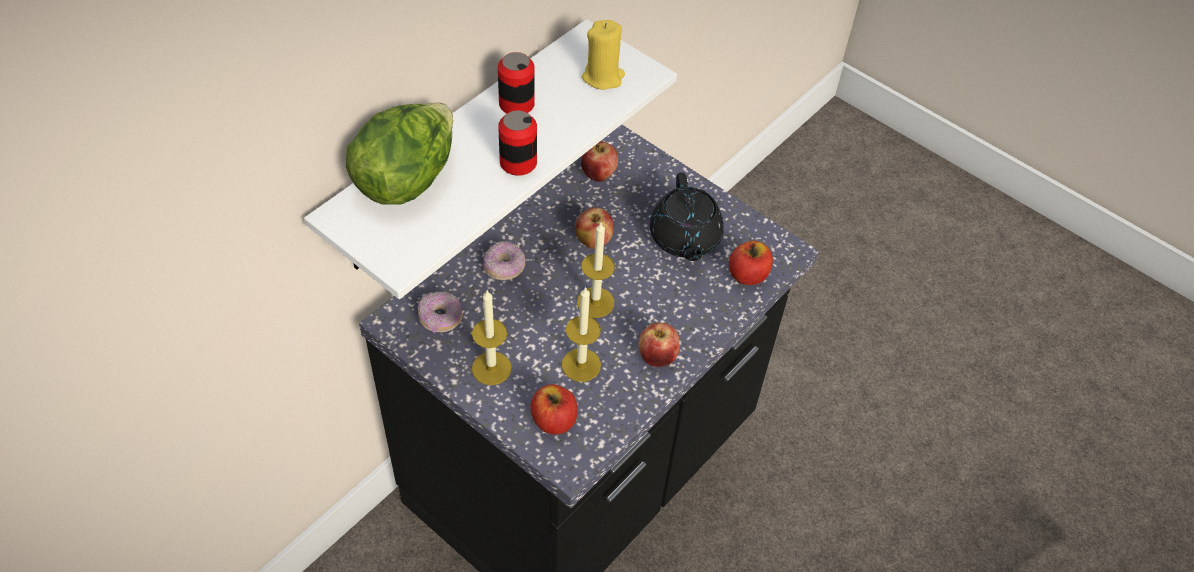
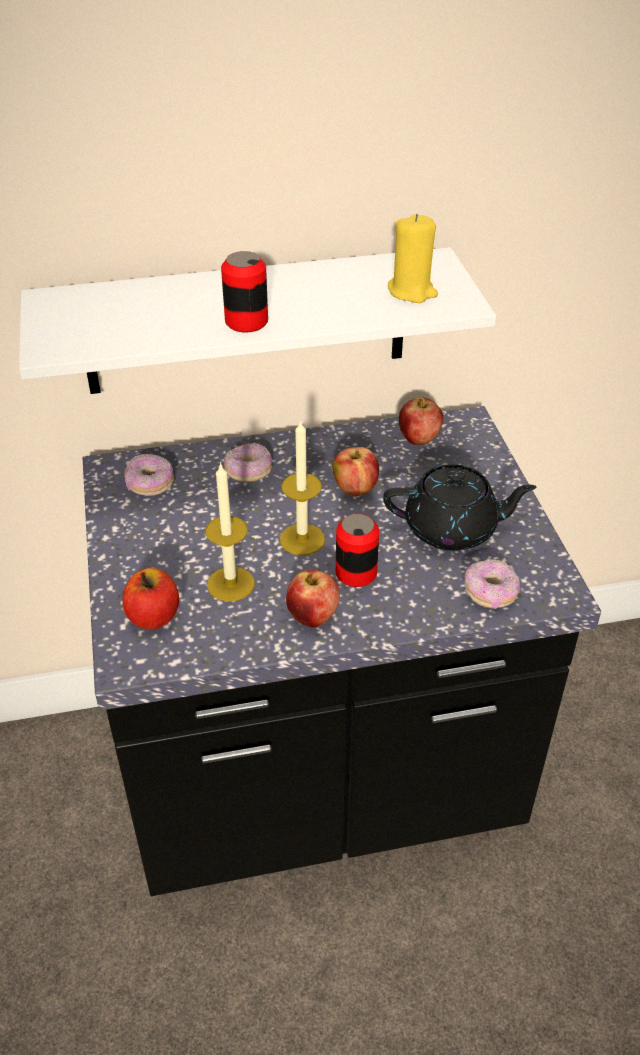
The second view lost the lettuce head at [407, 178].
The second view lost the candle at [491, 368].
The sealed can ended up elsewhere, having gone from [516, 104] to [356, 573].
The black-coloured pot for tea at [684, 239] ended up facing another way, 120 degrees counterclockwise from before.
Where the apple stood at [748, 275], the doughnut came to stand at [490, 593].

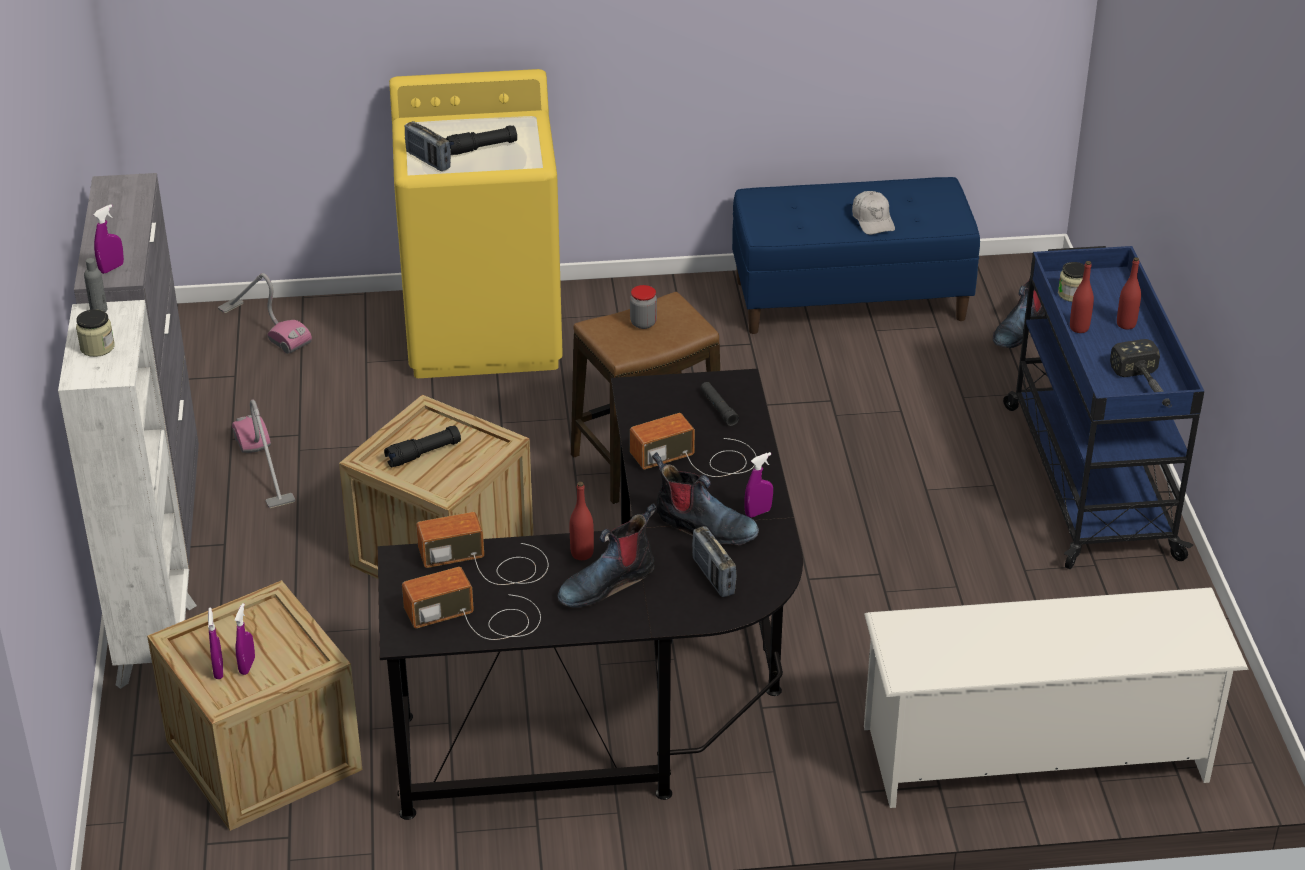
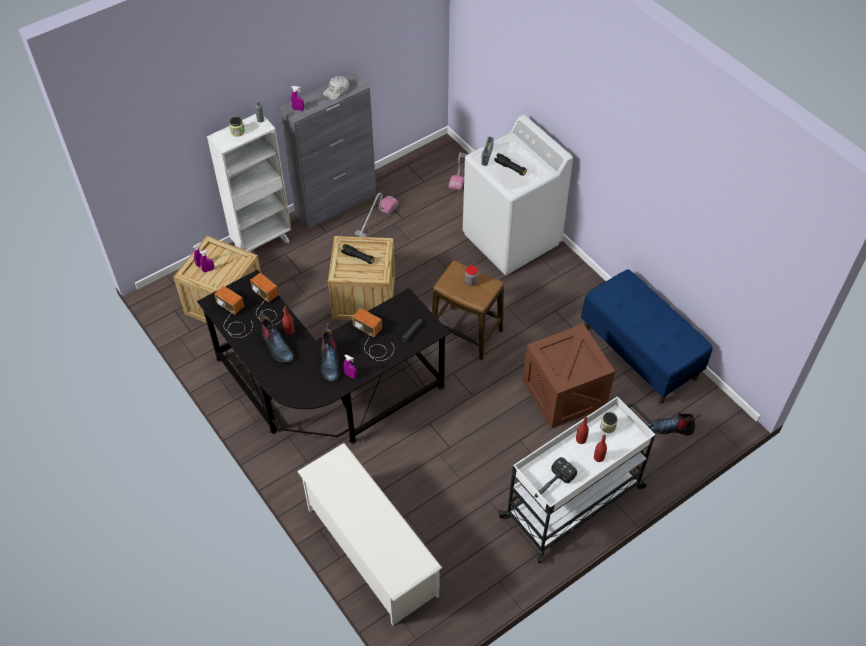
What was the yellow laundry machine at [484, 331] turned into the white-coloured laundry machine at [511, 239].
The boot at [606, 583] ended up facing another way, 150 degrees counterclockwise from before.
The second view lost the radio set at [713, 577].
The white-coloured baseball cap ended up elsewhere, having gone from [873, 220] to [336, 91].
What was the blue-coloured wheeled cart at [1089, 478] turned into the white-coloured wheeled cart at [574, 501].
The second view gained the shipping crate at [564, 393].

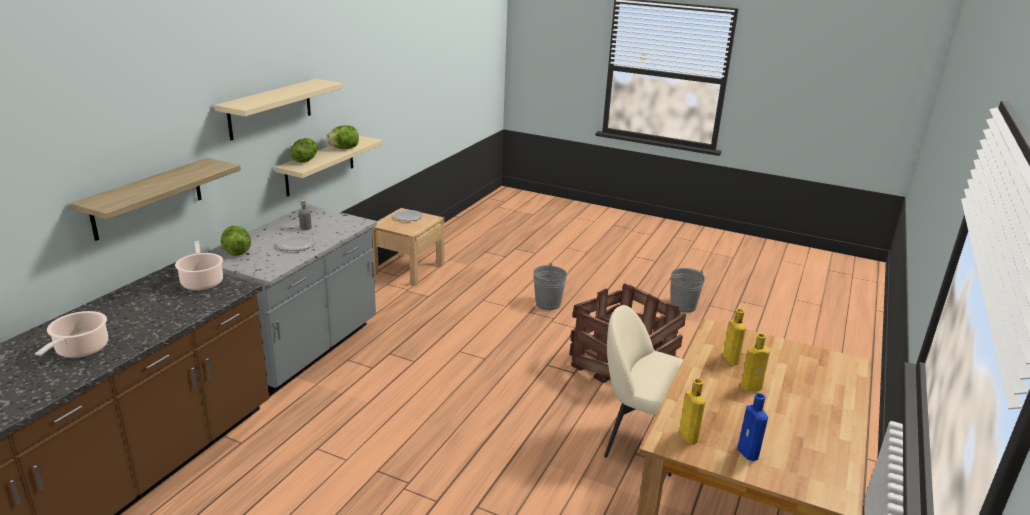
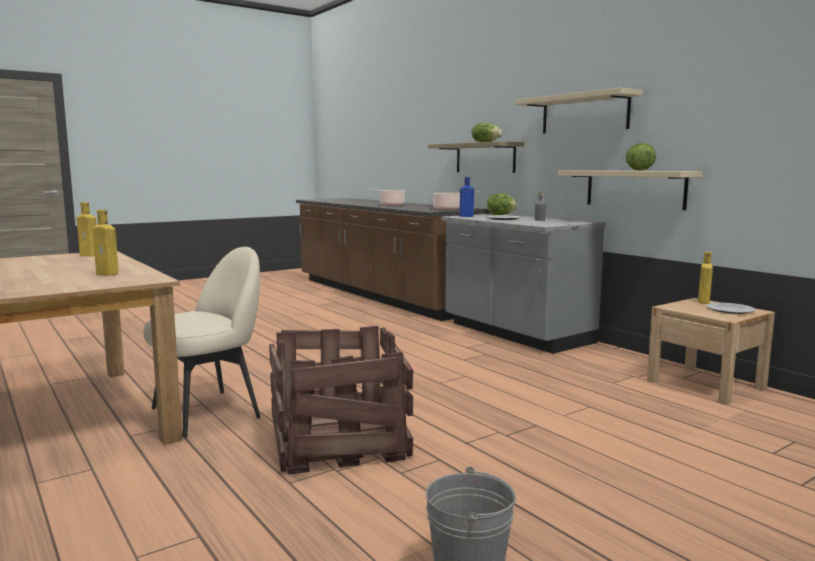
The lettuce head ended up elsewhere, having gone from [305, 160] to [486, 142].
The second view lost the grey bucket at [548, 304].
The blue-coloured beverage bottle ended up elsewhere, having gone from [749, 454] to [465, 216].
The yellow beverage bottle ended up elsewhere, having gone from [752, 387] to [703, 302].

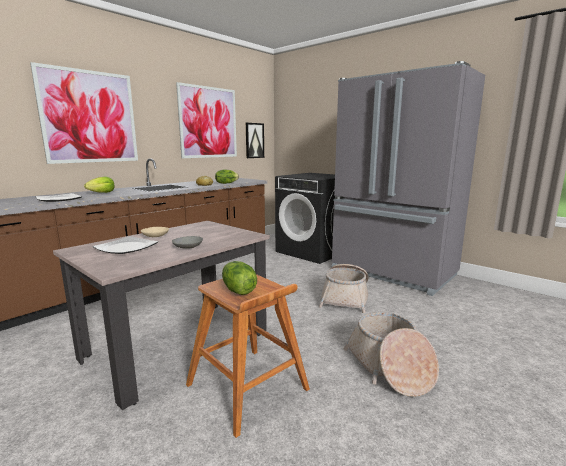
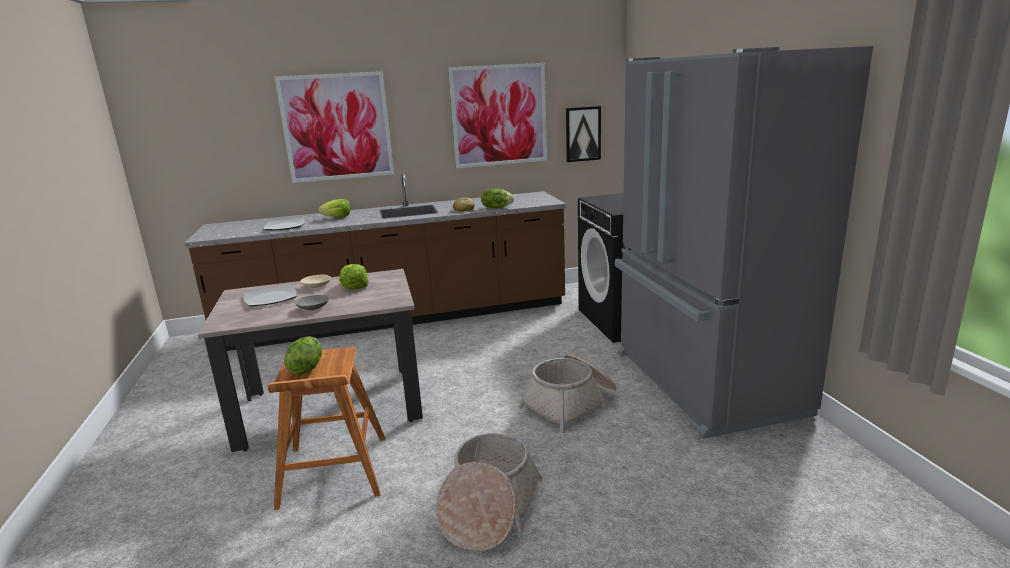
The second view gained the lettuce head at [354, 286].

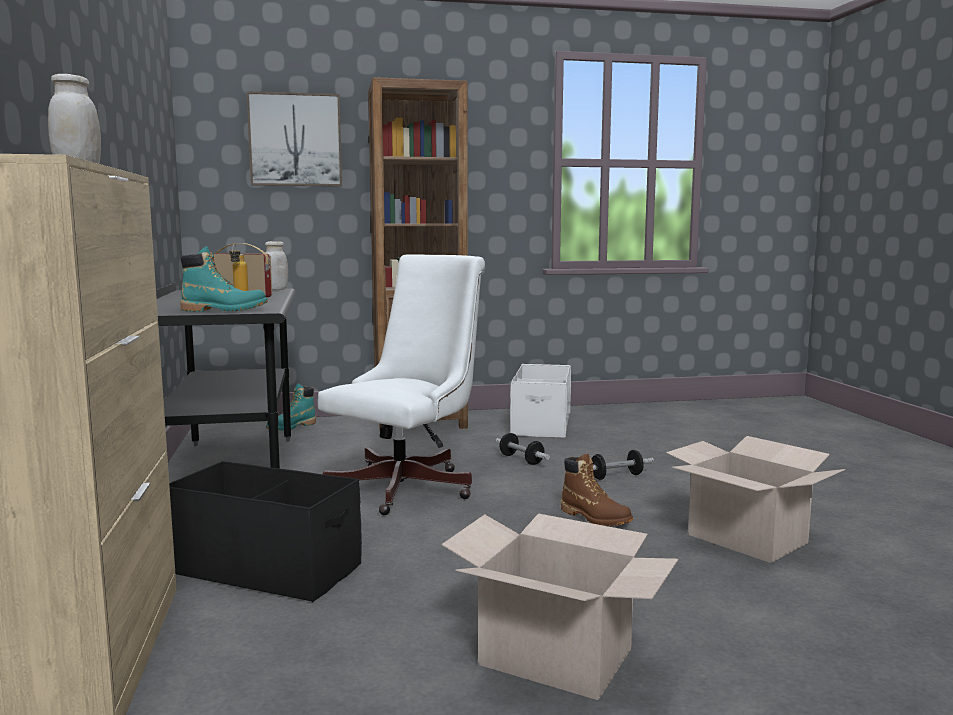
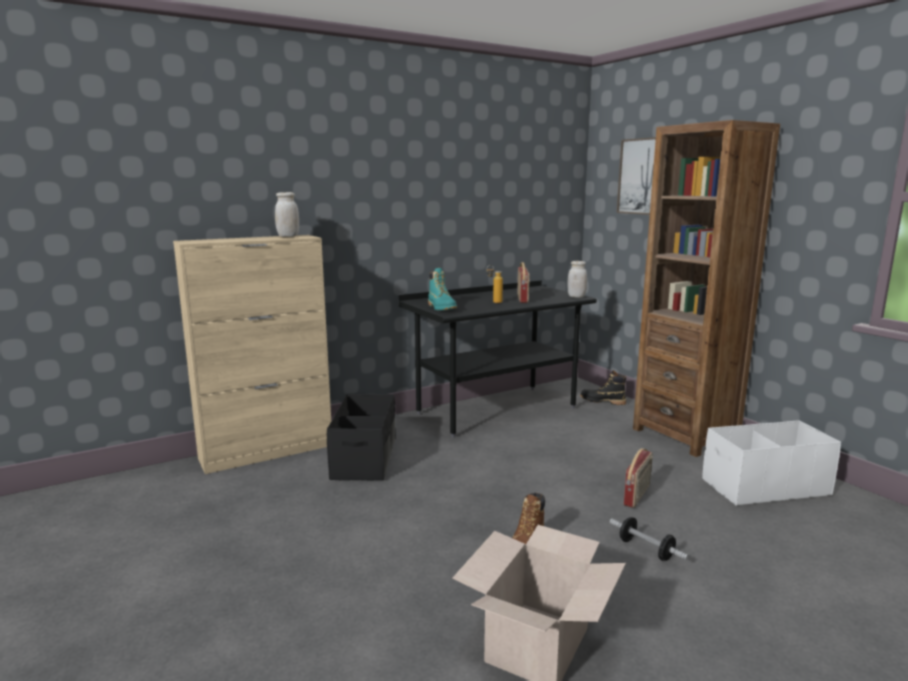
What was the turquoise boot at [291, 427] turned into the black-coloured boot at [602, 401].
The second view lost the white-coloured desk chair at [409, 486].
The second view lost the cardboard box at [554, 658].
Where the hand weight stood at [521, 460], the radio set came to stand at [637, 495].

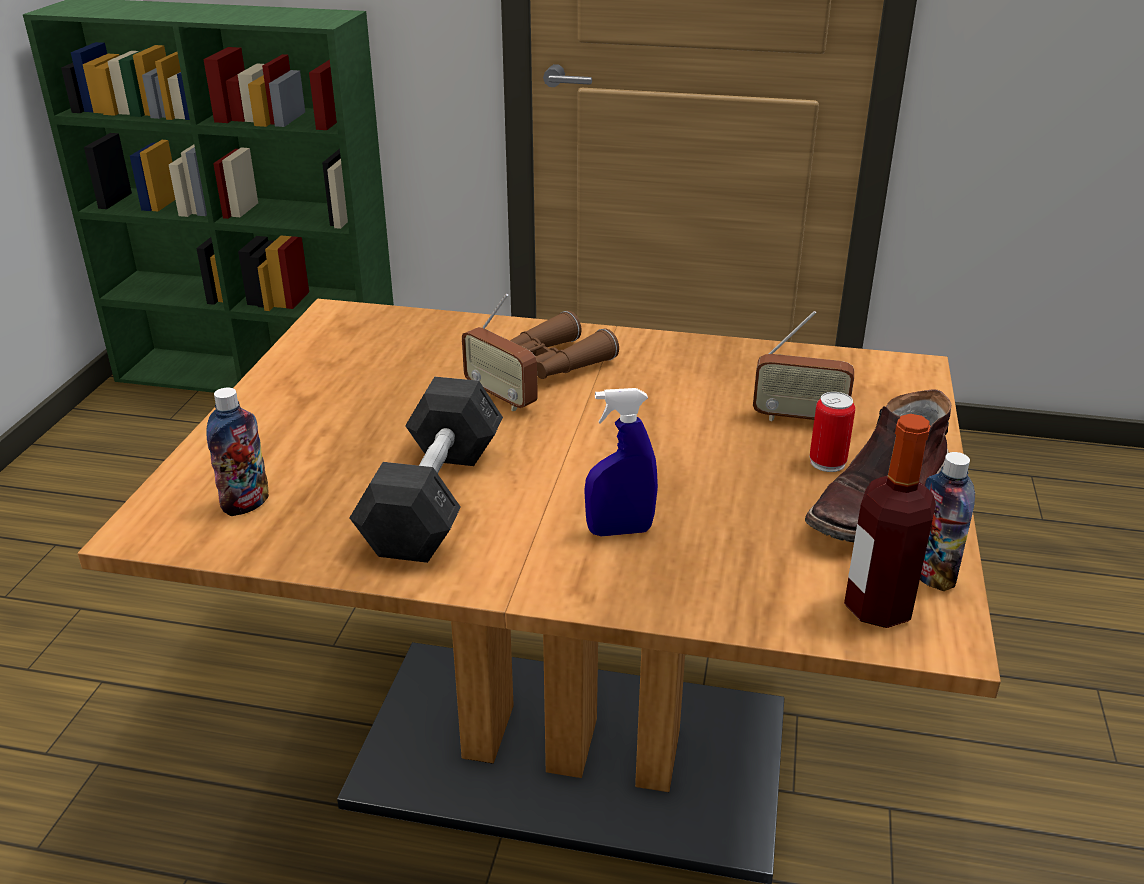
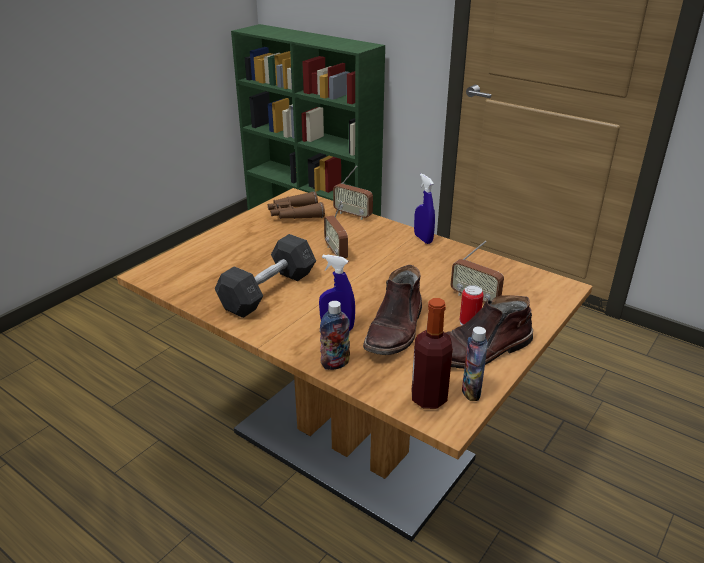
The beverage bottle ended up elsewhere, having gone from [246, 504] to [335, 364].
The brown binoculars ended up elsewhere, having gone from [551, 364] to [295, 214].
The second view gained the radio set at [353, 214].
The second view gained the brown boot at [395, 329].
The second view gained the blue-coloured spray bottle at [423, 239].

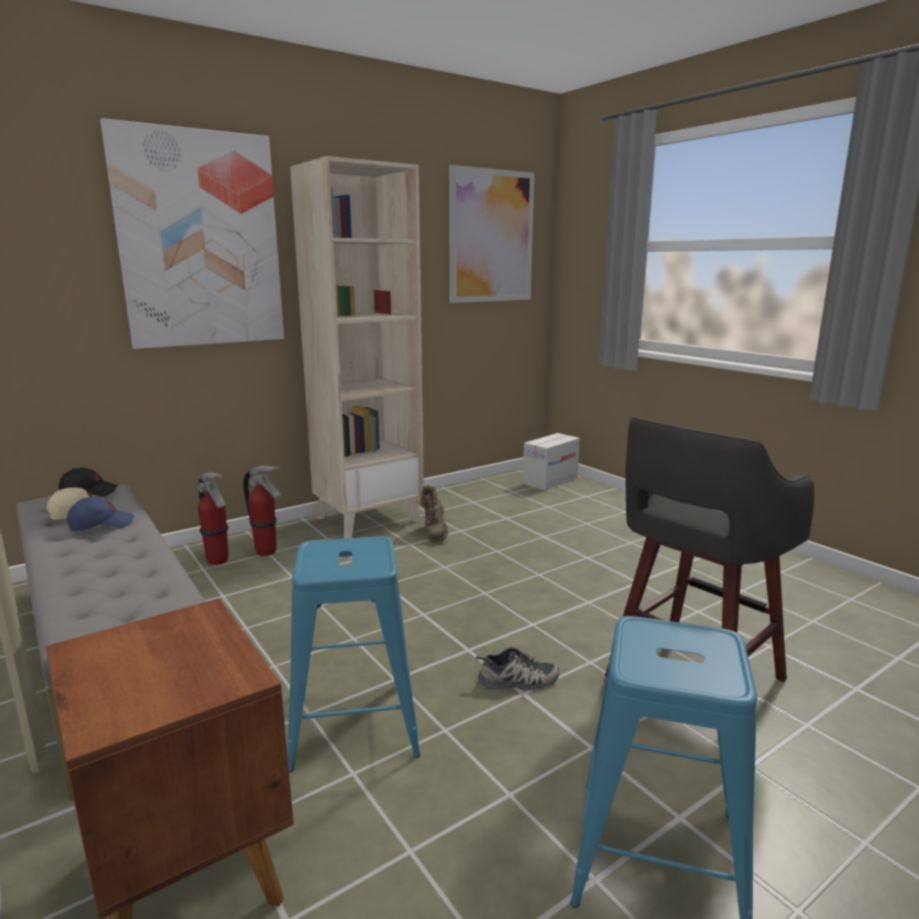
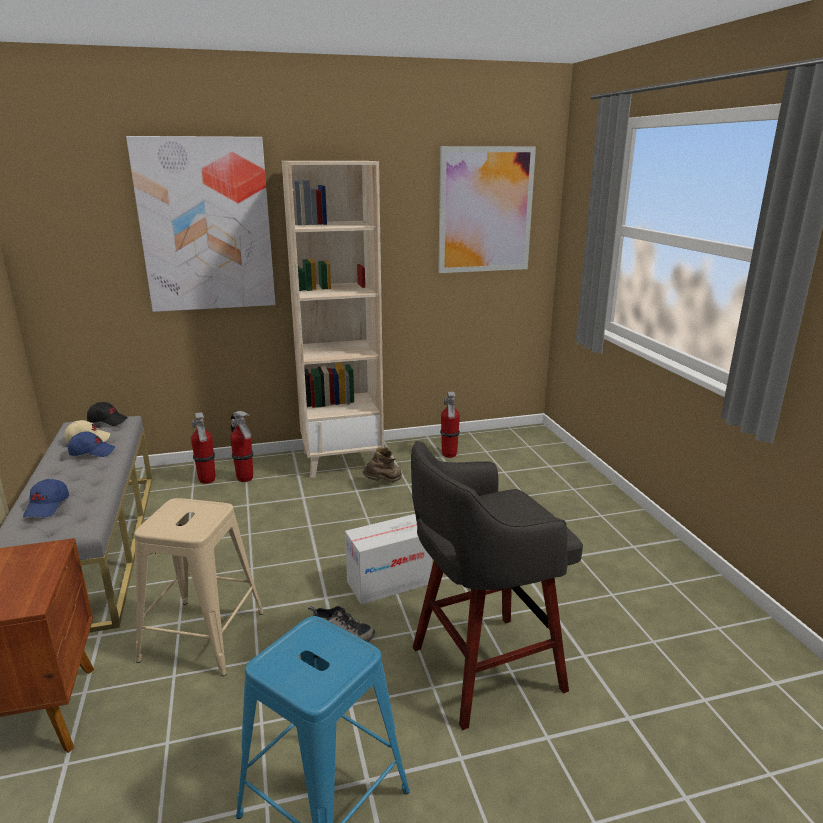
What was the blue-coloured stool at [355, 721] turned into the sand-coloured stool at [203, 636].
The brown boot at [434, 533] ended up facing another way, 150 degrees counterclockwise from before.
The cardboard box ended up elsewhere, having gone from [550, 481] to [389, 582].
The second view gained the blue-coloured baseball cap at [47, 506].
The second view gained the fire-fighting cylinder at [449, 455].

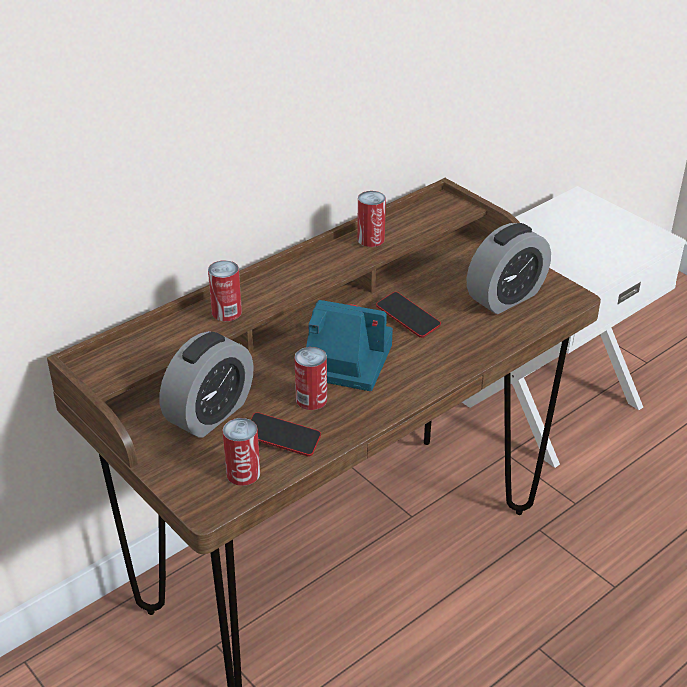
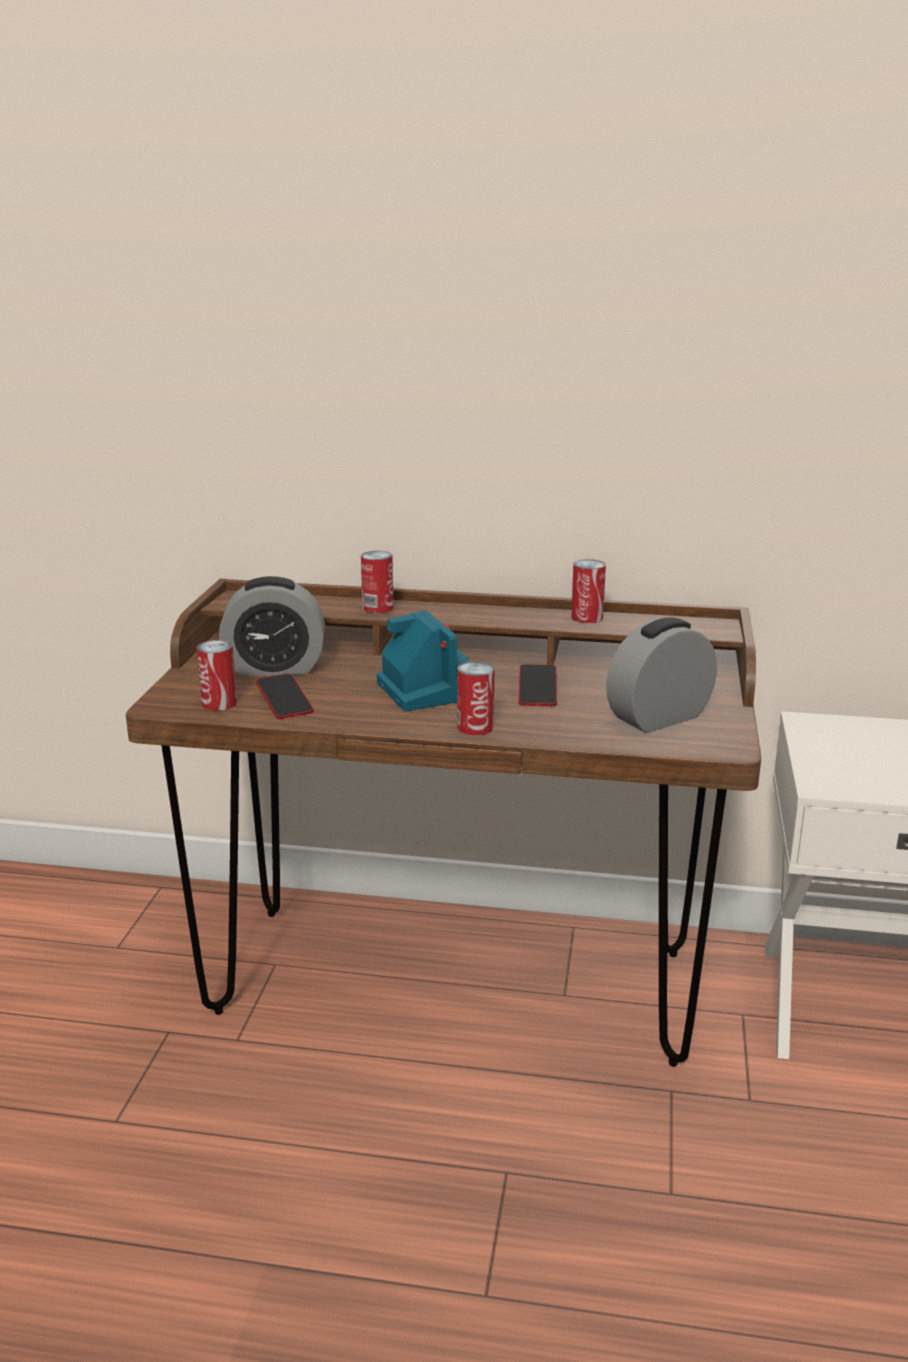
The sealed can ended up elsewhere, having gone from [311, 399] to [475, 727].
The table clock at [506, 297] ended up facing another way, 135 degrees clockwise from before.

